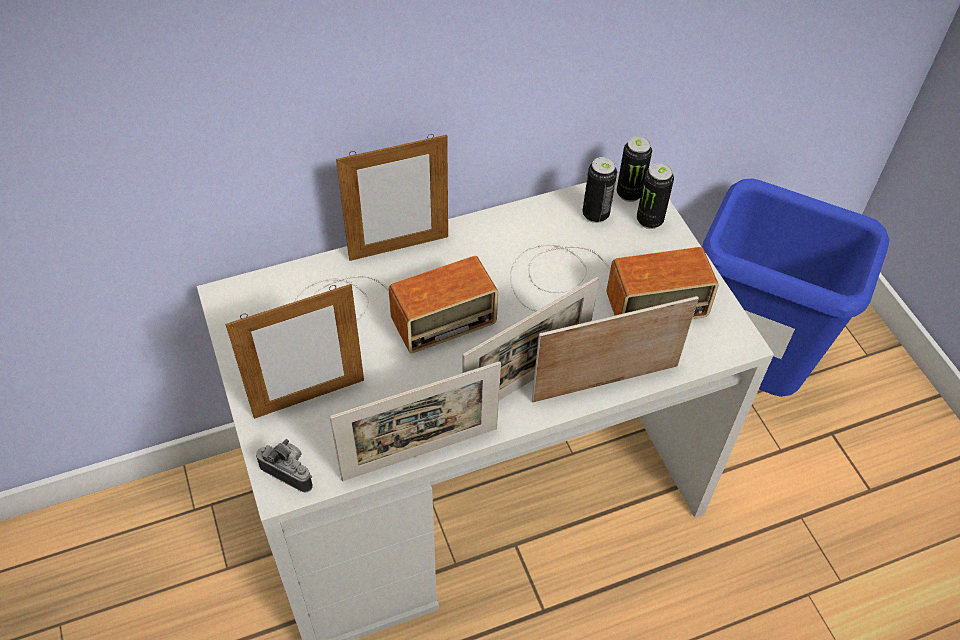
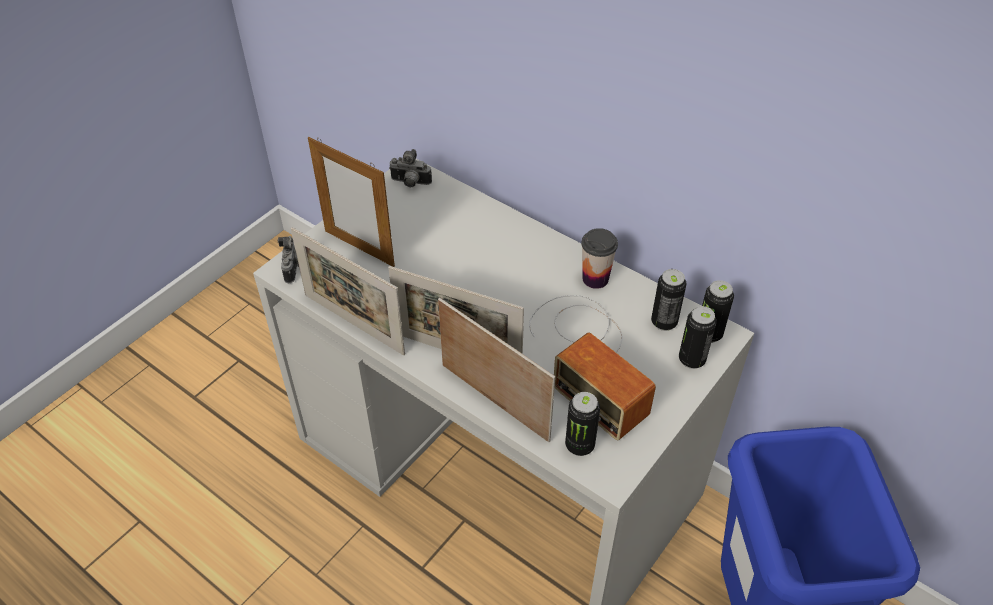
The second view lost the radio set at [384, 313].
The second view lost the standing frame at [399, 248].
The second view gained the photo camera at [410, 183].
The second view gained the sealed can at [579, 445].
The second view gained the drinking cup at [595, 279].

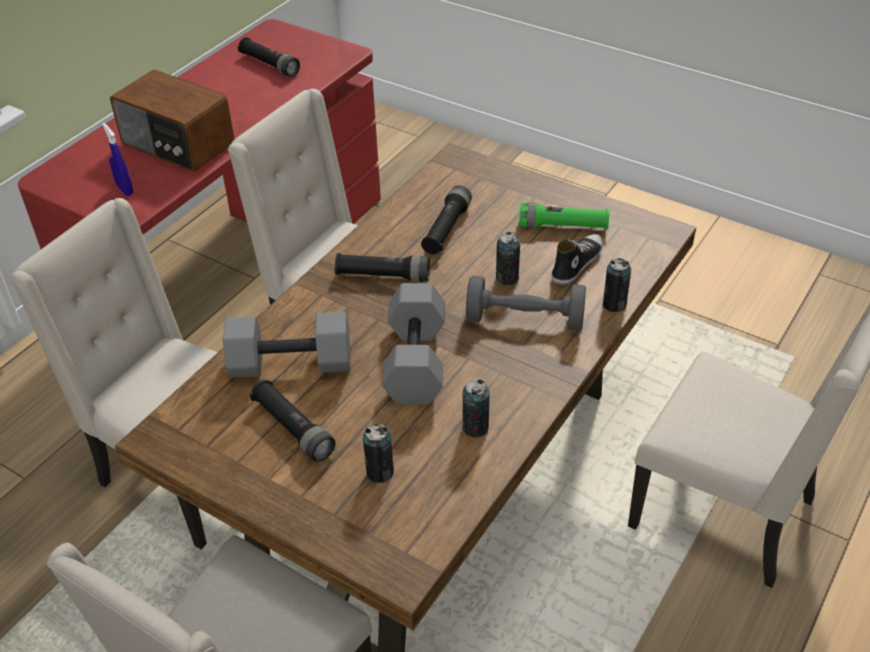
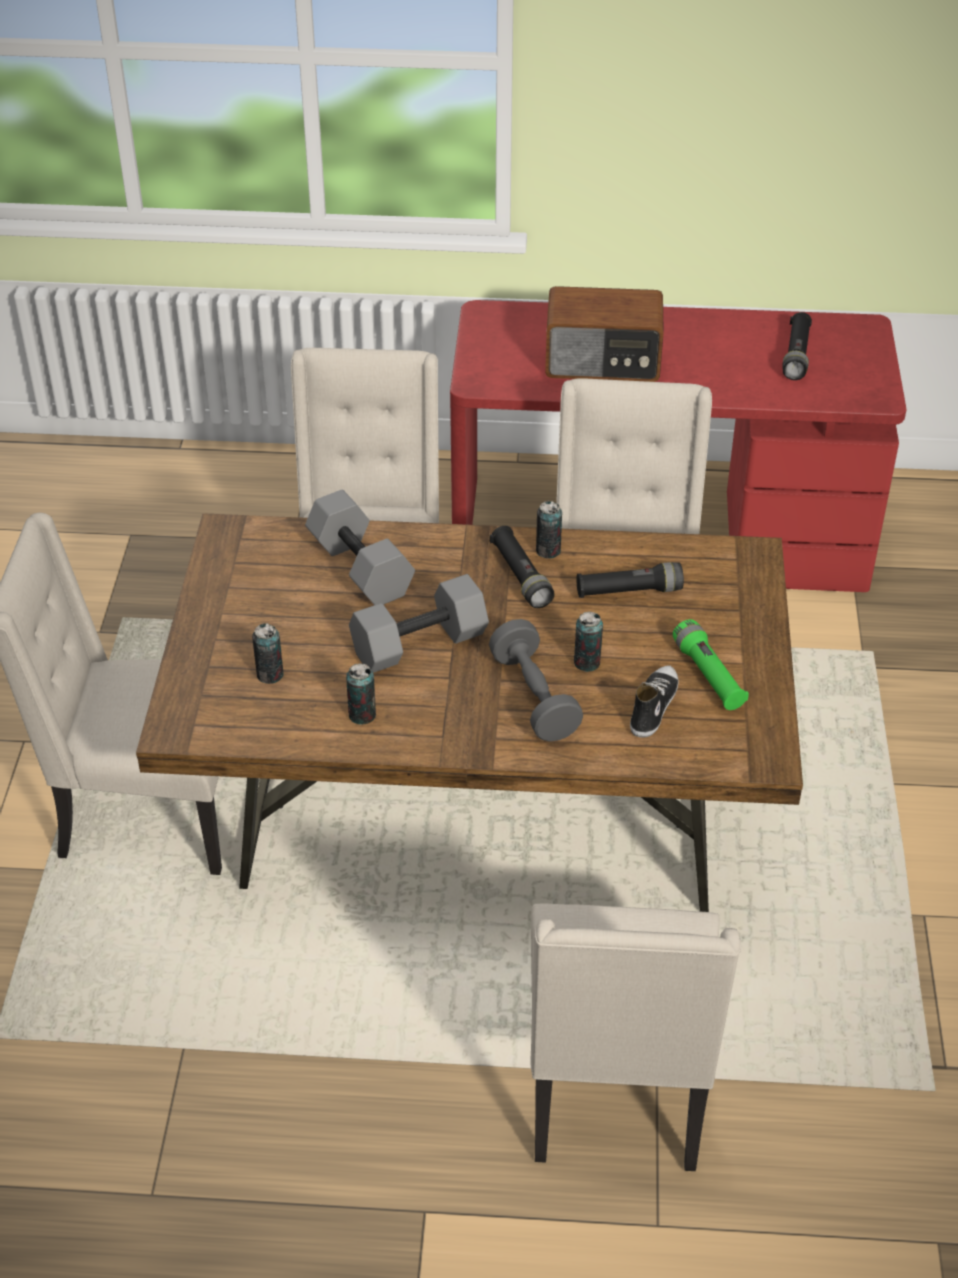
The second view lost the blue-coloured spray bottle at [125, 189].
The radio set at [177, 145] ended up facing another way, 90 degrees counterclockwise from before.
The second view lost the black-coloured flashlight at [293, 428].
The item of footwear at [576, 263] ended up facing another way, 75 degrees counterclockwise from before.
The sealed can ended up elsewhere, having gone from [614, 304] to [548, 551].

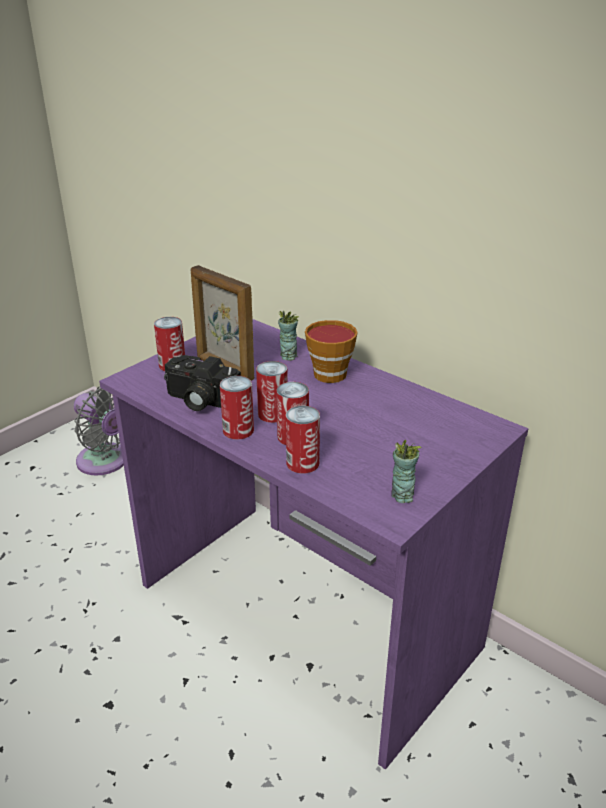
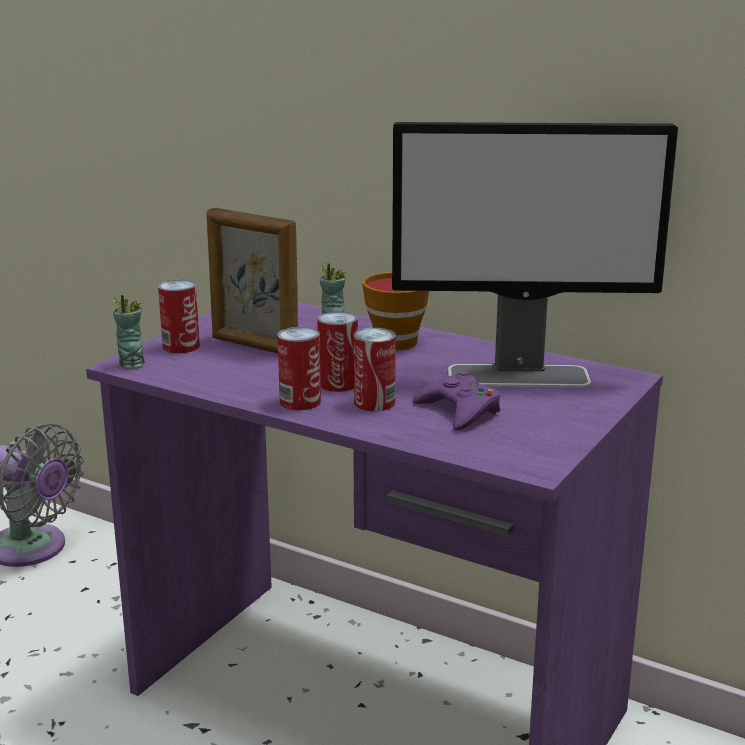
The second view lost the photo camera at [199, 401].
The second view lost the sealed can at [302, 463].
The drinking cup ended up elsewhere, having gone from [402, 495] to [131, 364].
The second view gained the computer display at [520, 376].
The second view gained the purplish gamepad at [459, 410].

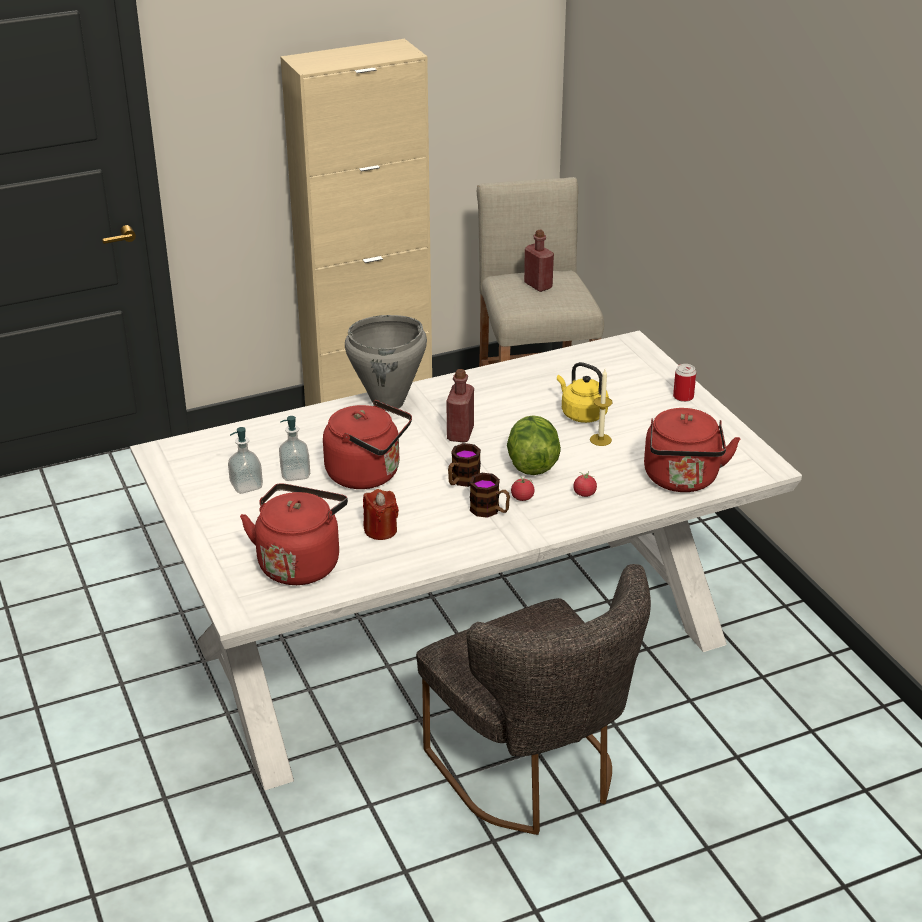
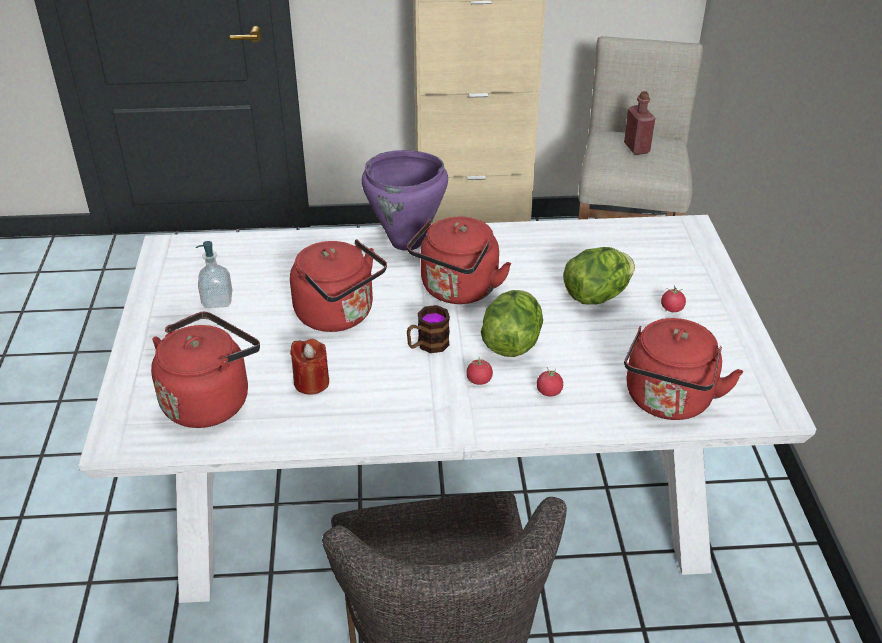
The second view lost the soap dispenser at [295, 474].
What was the grey stockpot at [389, 403] turned into the purplish stockpot at [407, 242].
Where the reddish beverage bottle stood at [460, 434], the reddish water kettle came to stand at [457, 291].
The second view lost the tea mug at [490, 511].
Where the yellow water kettle stood at [581, 414], the lettuce head came to stand at [596, 296].
The second view lost the candle at [600, 440].
The second view lost the sealed can at [683, 397].
The second view gained the whole tomato at [672, 309].

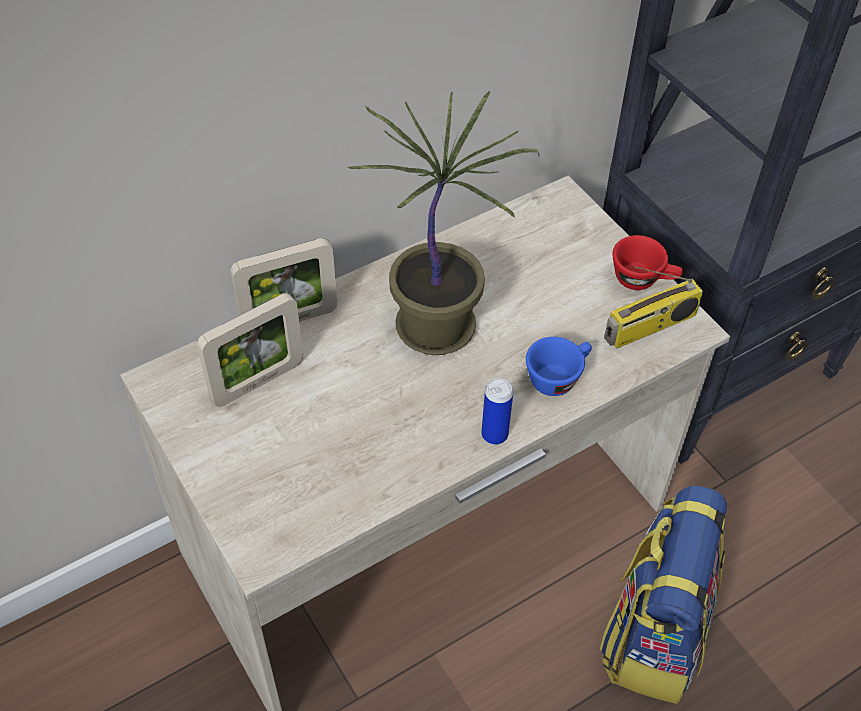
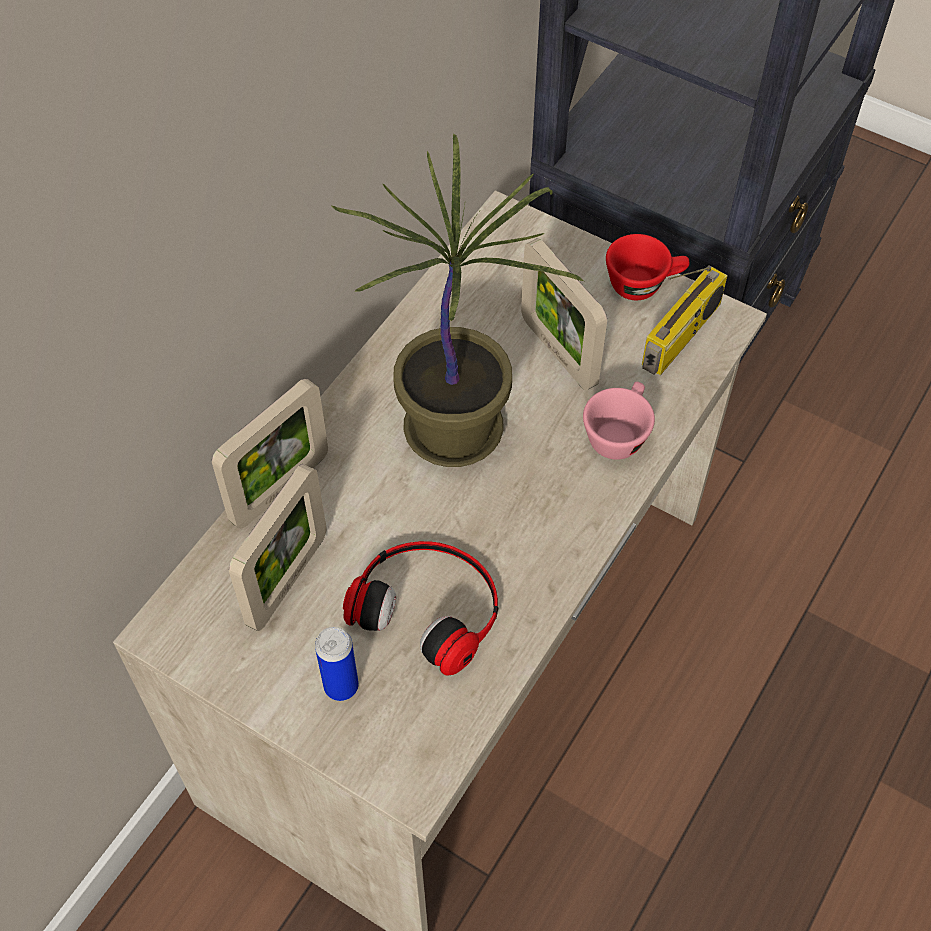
The sealed can ended up elsewhere, having gone from [494, 435] to [341, 686].
What was the blue-coloured drinking cup at [558, 377] turned into the pink-coloured drinking cup at [618, 433].
The second view lost the rucksack at [653, 634].
The second view gained the pair of headphones at [428, 605].
The second view gained the standing frame at [558, 352].

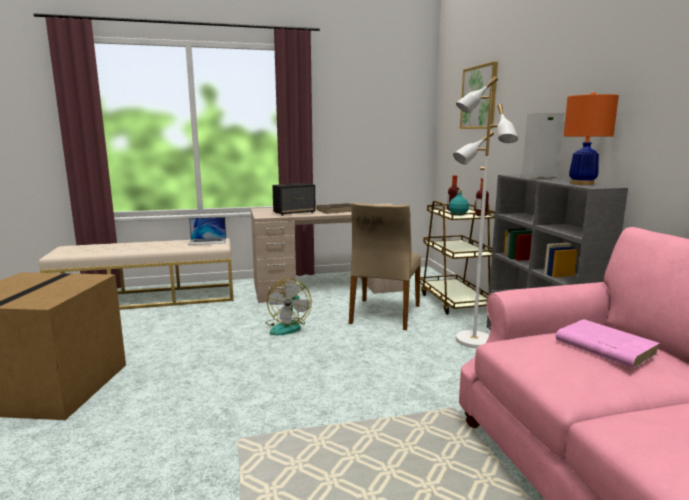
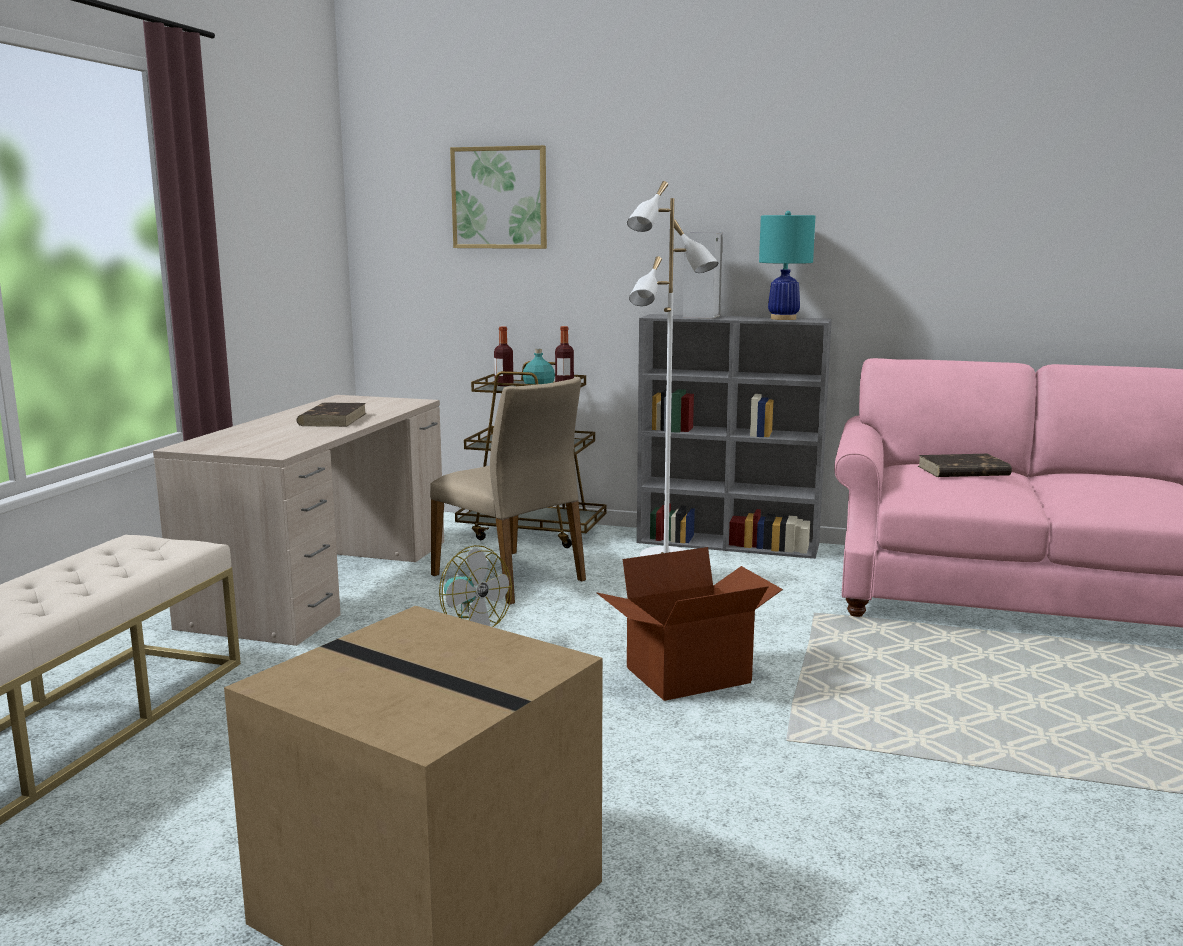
The second view lost the notebook computer at [207, 241].
The second view lost the audio speaker at [294, 212].
What was the pink-coloured bound book at [604, 347] turned into the brown bound book at [962, 471].
What was the orangey lamp for a table at [582, 183] turned into the turquoise lamp for a table at [783, 319].
The second view gained the cardboard box at [689, 676].

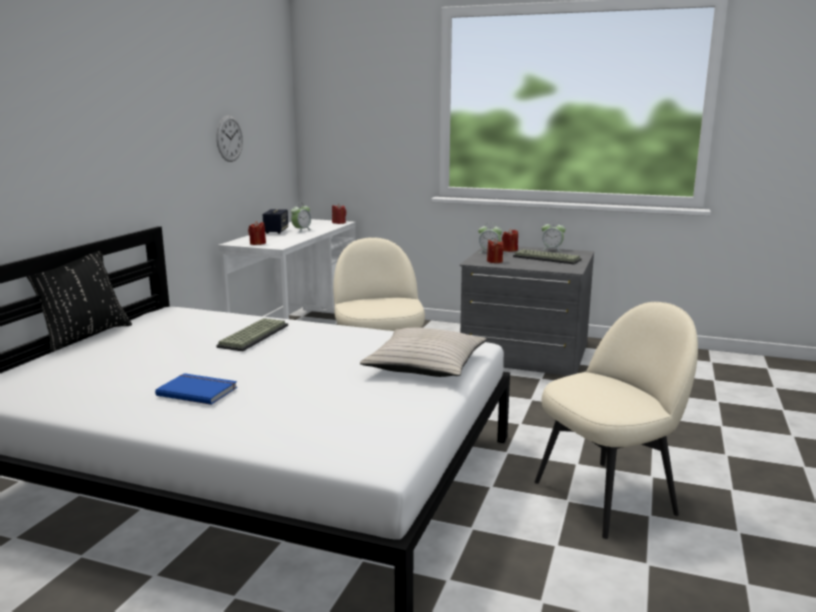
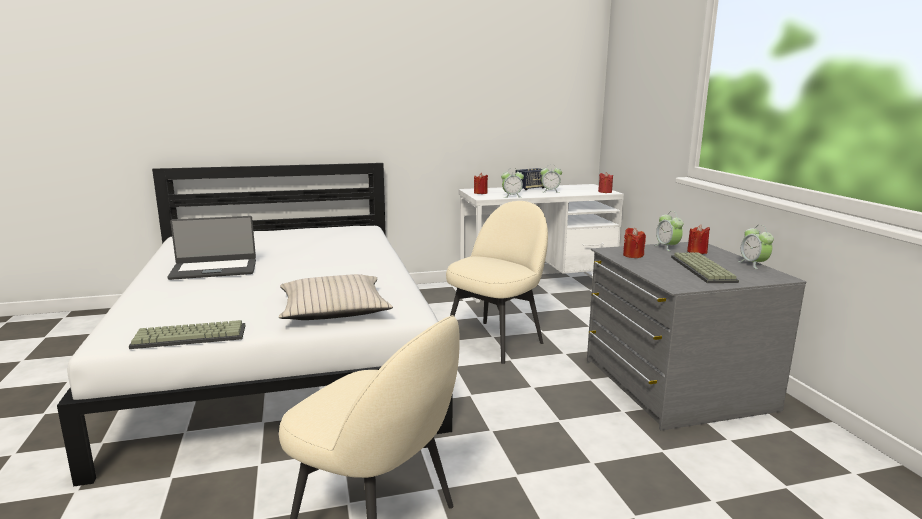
The second view lost the black-coloured pillow at [83, 336].
Where the blue-coloured bound book stood at [198, 391], the notebook computer came to stand at [214, 269].
The second view lost the wall clock at [229, 138].
The computer keyboard ended up elsewhere, having gone from [253, 335] to [191, 336].
The second view gained the table clock at [512, 196].

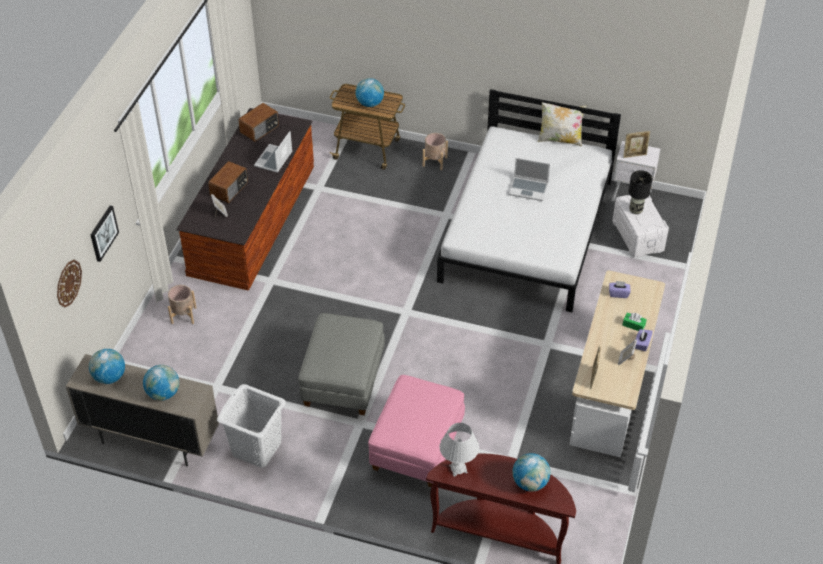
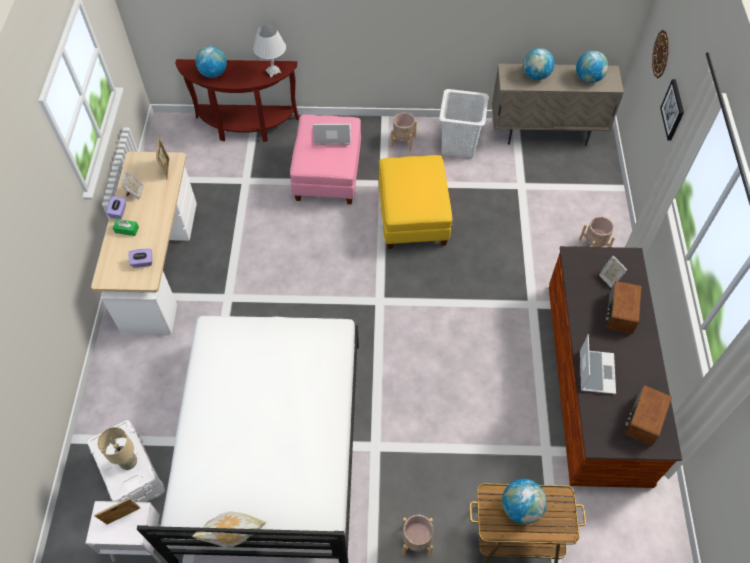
What was the grey pouffe at [344, 380] turned into the yellow pouffe at [412, 217].
The notebook computer ended up elsewhere, having gone from [529, 189] to [332, 136].
What was the black-coloured lamp for a table at [636, 210] turned into the sand-coloured lamp for a table at [128, 462].
The second view gained the sand-coloured flower pot at [403, 141].

